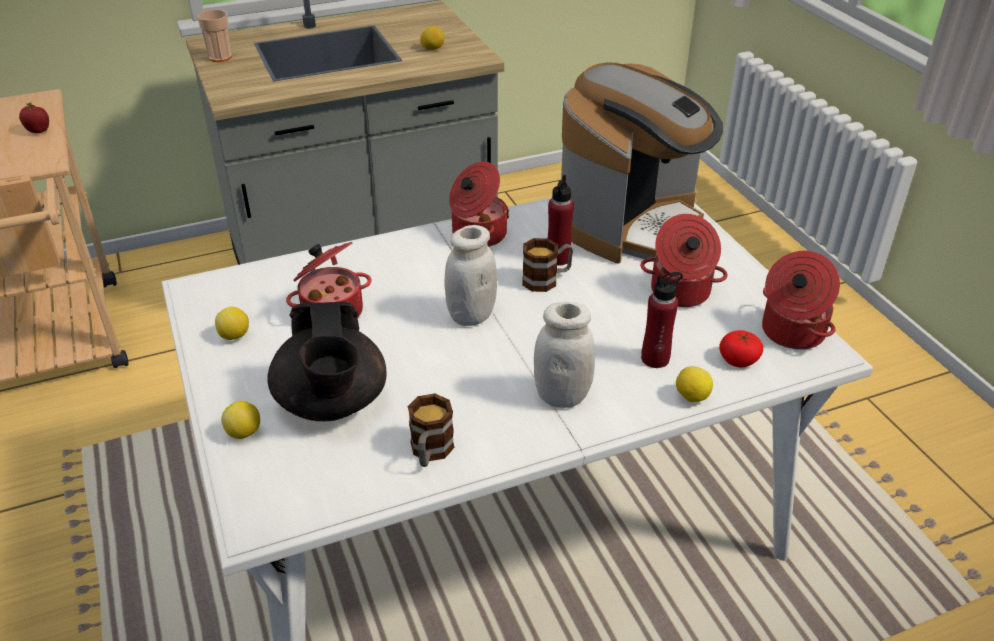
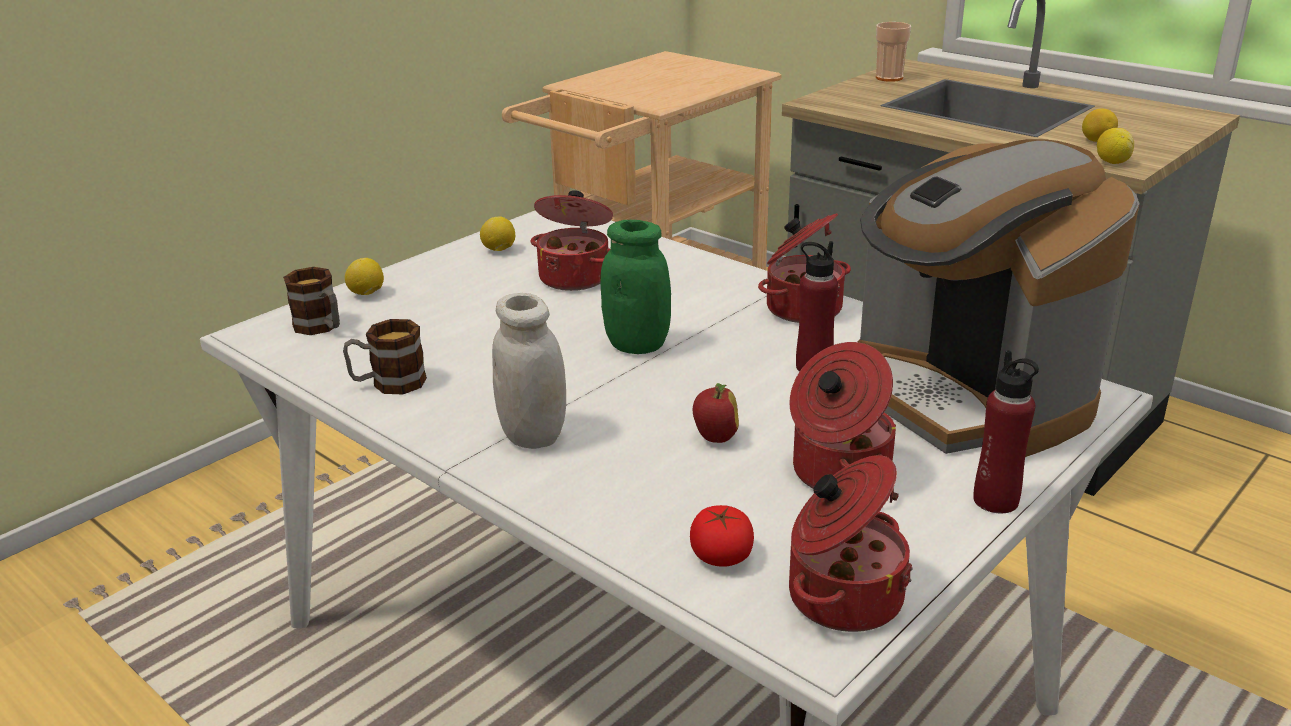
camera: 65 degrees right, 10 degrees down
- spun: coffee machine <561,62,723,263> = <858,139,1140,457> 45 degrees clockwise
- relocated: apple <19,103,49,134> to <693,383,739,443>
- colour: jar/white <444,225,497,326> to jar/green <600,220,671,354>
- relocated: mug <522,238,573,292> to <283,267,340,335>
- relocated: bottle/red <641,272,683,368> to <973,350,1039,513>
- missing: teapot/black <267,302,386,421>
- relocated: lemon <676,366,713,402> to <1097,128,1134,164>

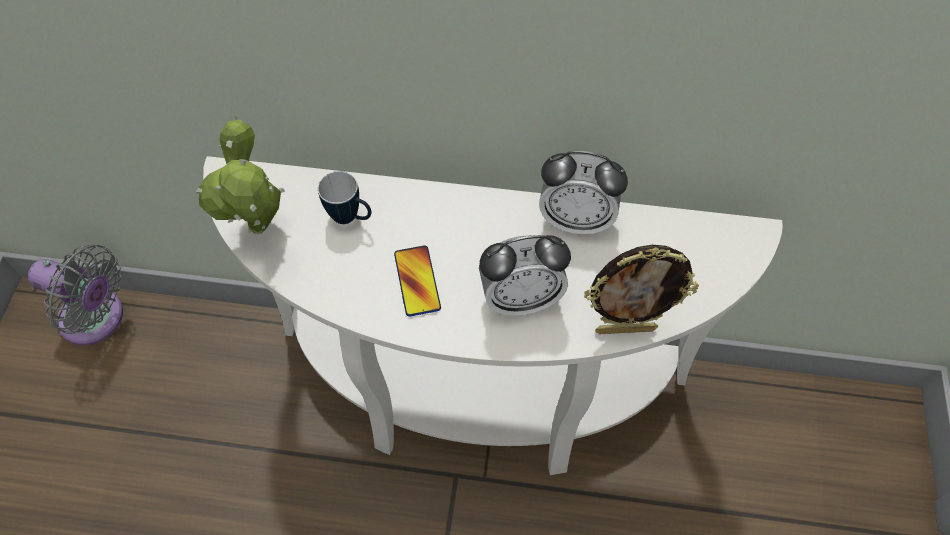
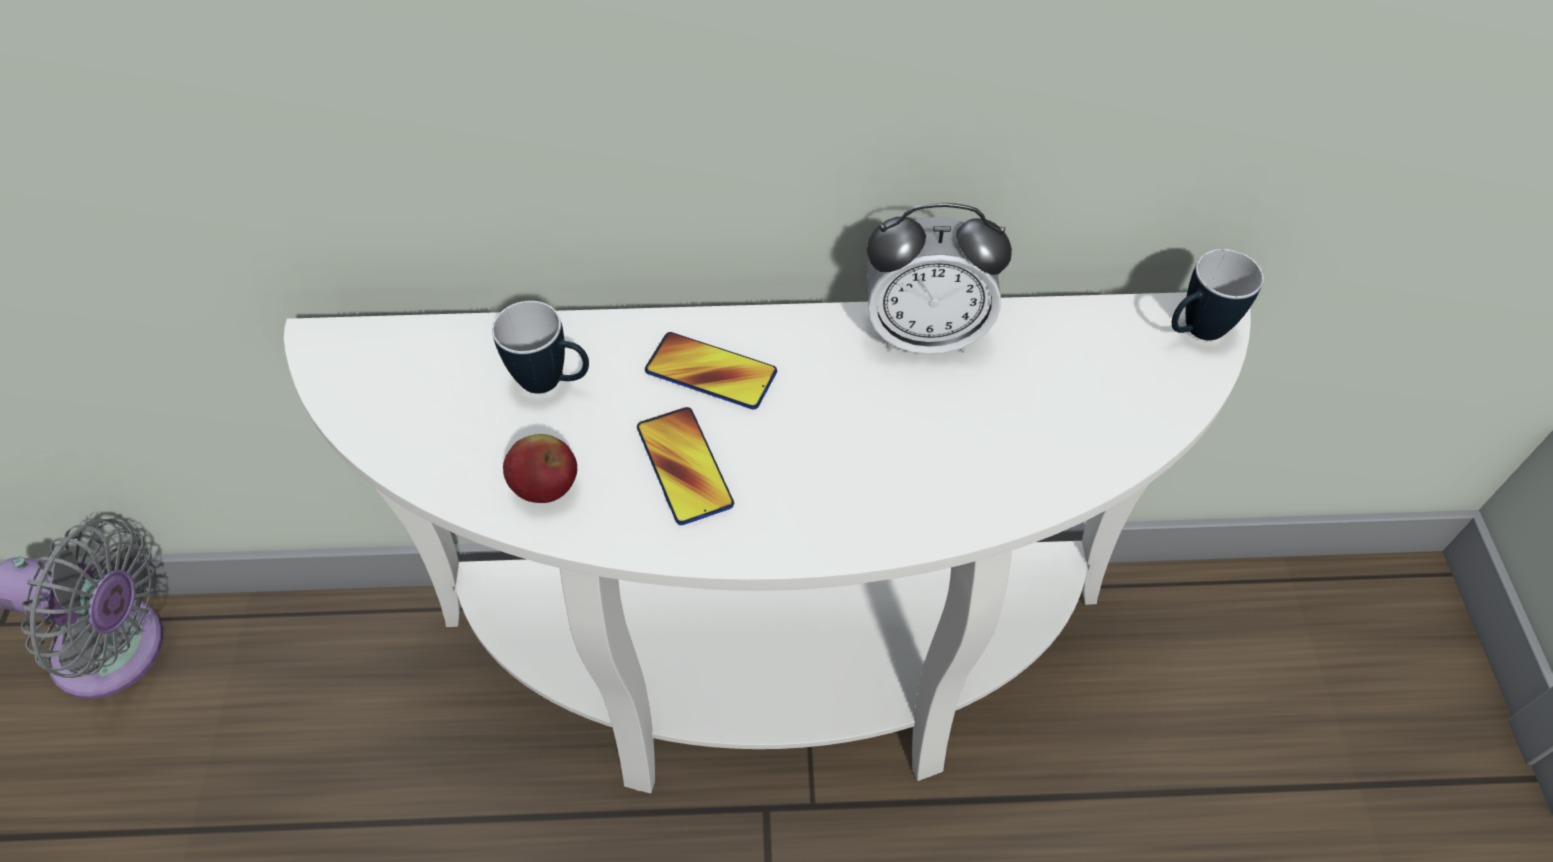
camera: 10 degrees left, 5 degrees down
- missing: potted plant <195,115,285,234>
- missing: alarm clock <479,235,571,316>
- missing: picture frame <584,245,699,334>
- appeared: mug <1172,249,1264,340>
- appeared: phone <645,332,777,409>
- appeared: apple <503,434,577,503>

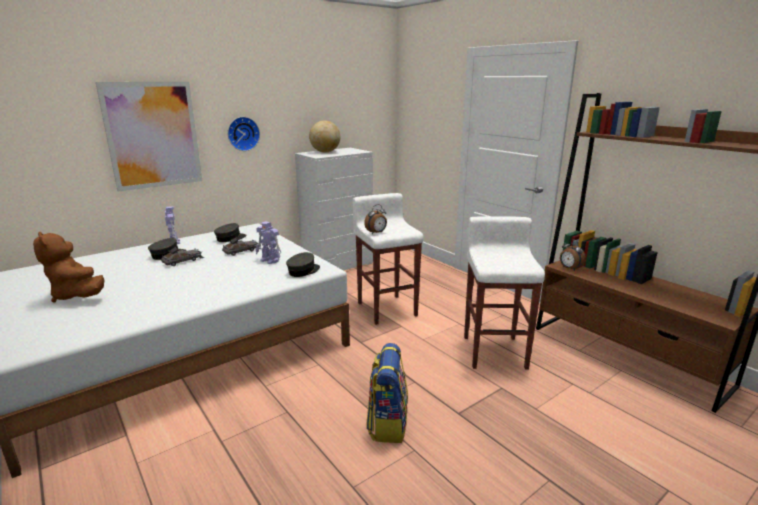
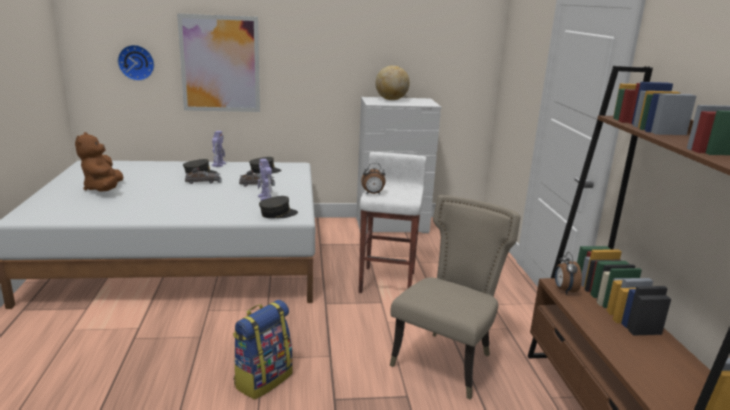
camera: 30 degrees right, 0 degrees up
- relocated: wall clock <228,117,260,151> to <118,45,154,81>
- exchanged: stool/white <464,216,545,370> to chair/beige <390,195,520,400>

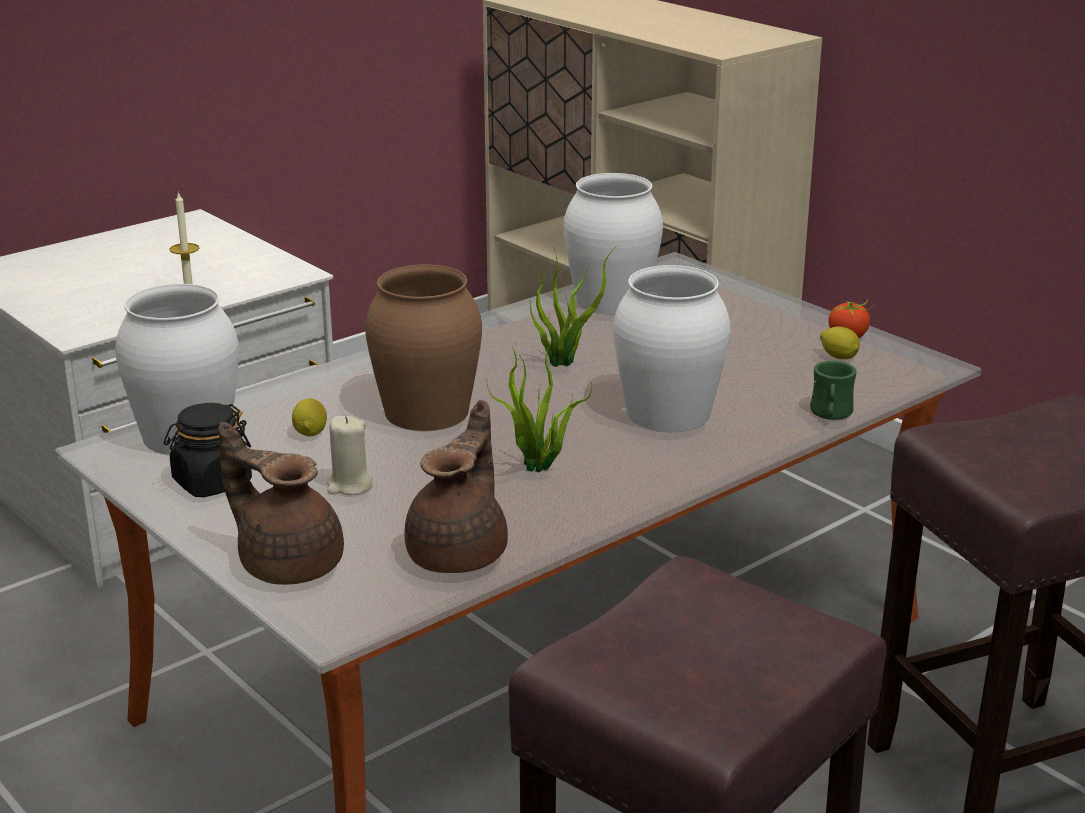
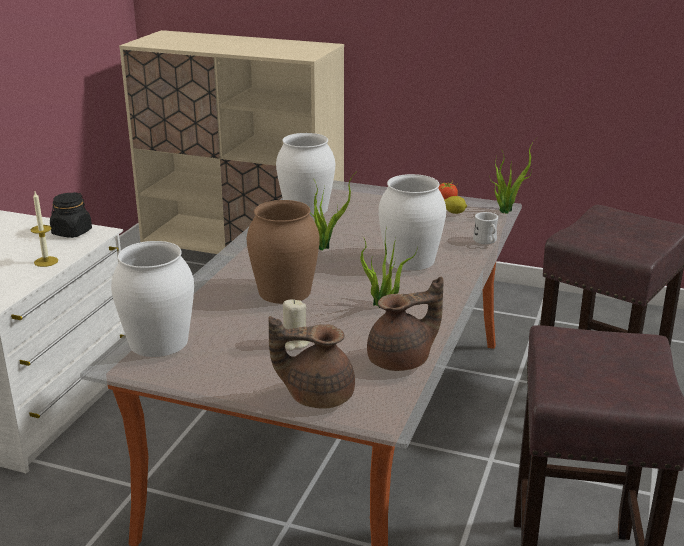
camera: 30 degrees left, 0 degrees up
- colour: mug/green <810,361,857,420> to mug/white <473,212,498,244>
- missing: lemon <292,398,327,437>
- spun: teapot/brown <404,400,508,573> = <367,277,444,371> 75 degrees clockwise
- relocated: jar/black <163,403,252,497> to <50,192,92,238>
- appeared: potted plant <490,138,537,214>

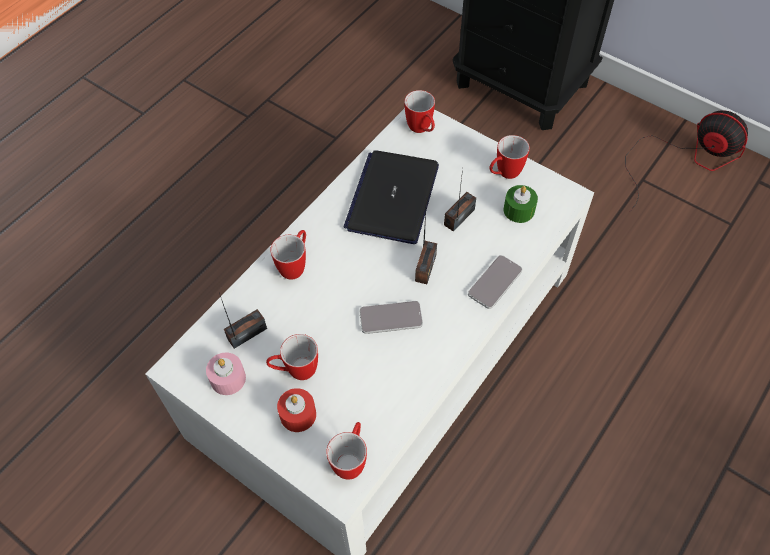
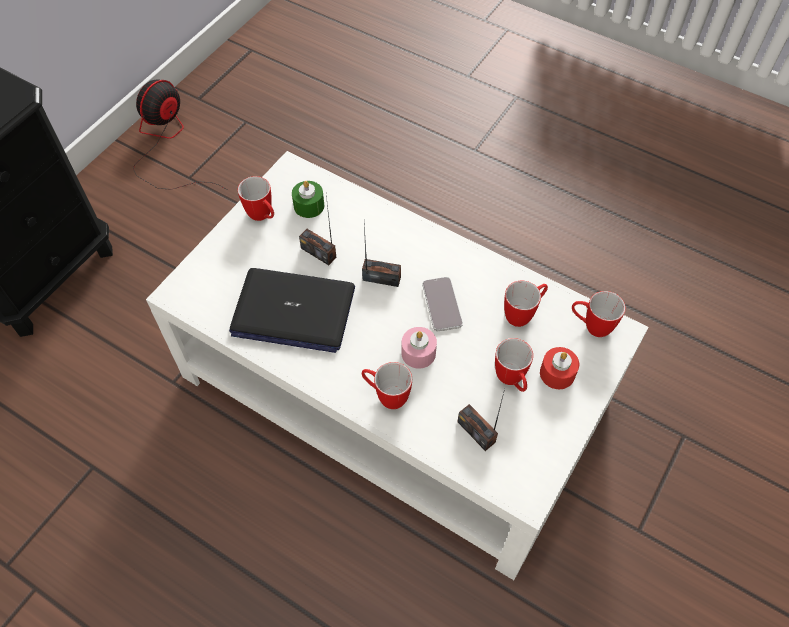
camera: 95 degrees left, 0 degrees up
- relocated: mug <404,90,435,133> to <504,281,548,327>
- missing: phone <468,255,522,309>
- relocated: candle/pink <206,353,246,395> to <401,327,437,369>

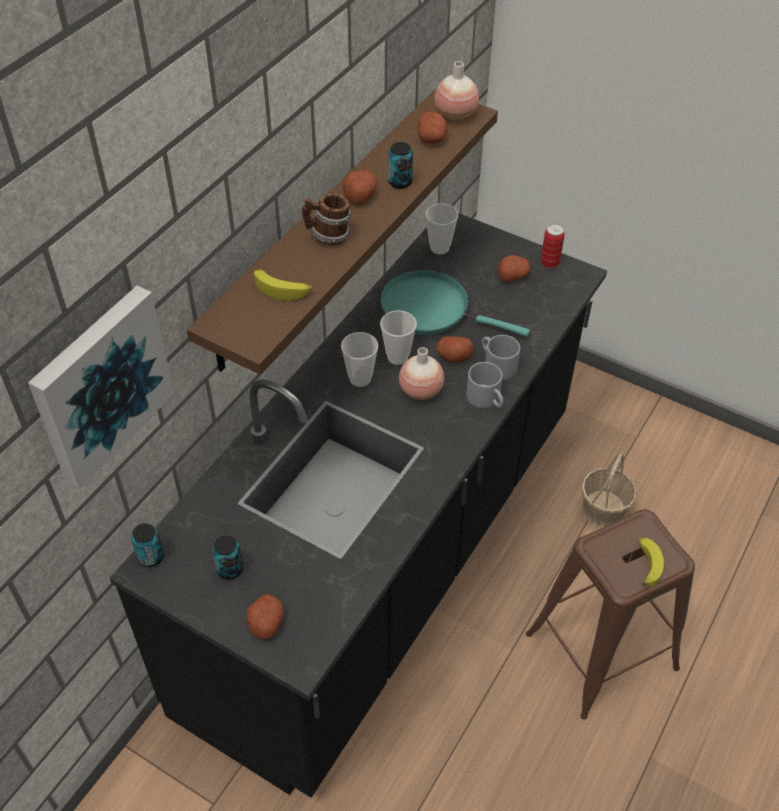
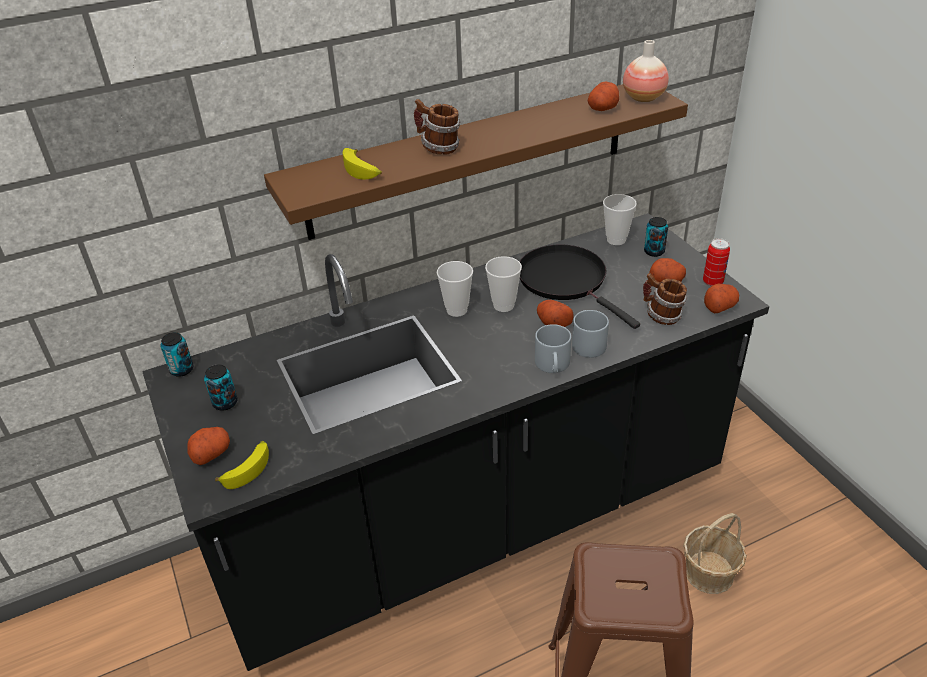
camera: 35 degrees right, 10 degrees down
- relocated: can <388,142,413,189> to <644,217,668,257>
- relocated: potato <343,170,377,205> to <704,283,739,313>
- colour: frying pan/turquoise <380,270,530,337> to frying pan/black <519,244,640,329>
- missing: picture <28,286,174,489>
- missing: vase <399,347,444,400>
- relocated: banana <638,538,664,587> to <215,441,269,489>
- appeared: mug <643,273,687,325>

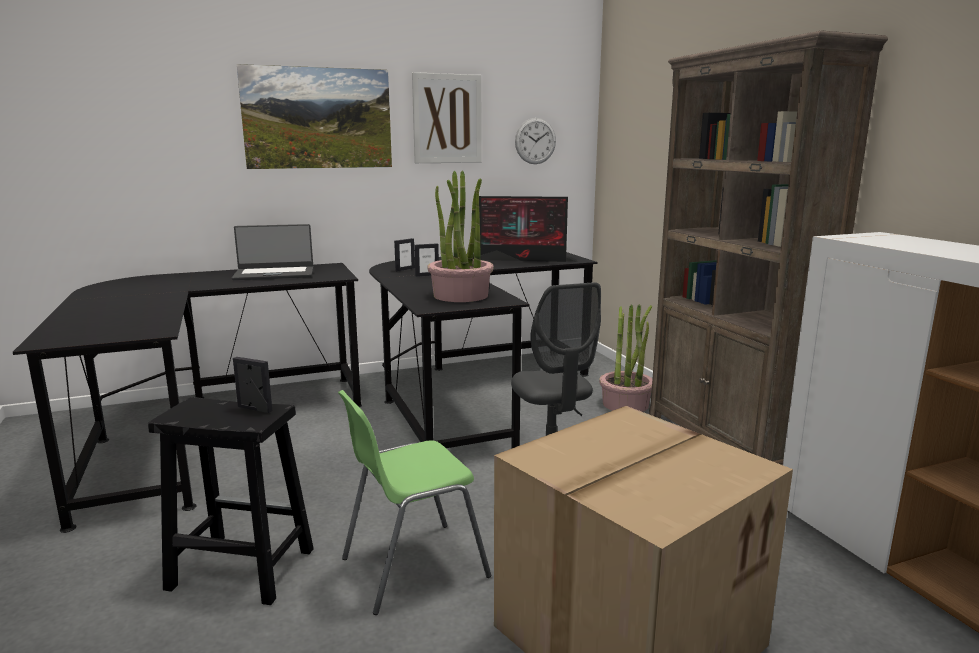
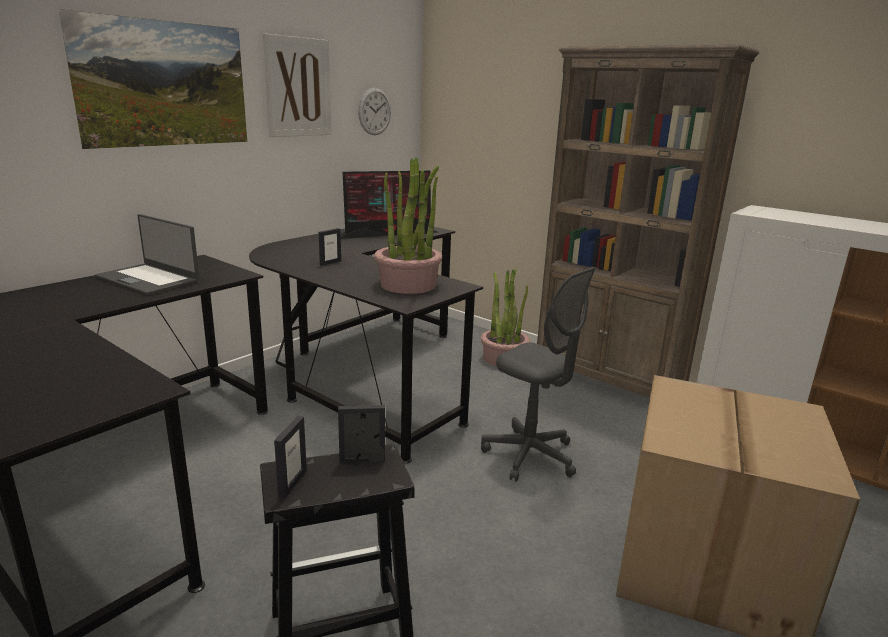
camera: 30 degrees left, 5 degrees up
- spun: laptop <232,224,313,280> = <95,214,199,295> 75 degrees clockwise
- relocated: picture frame <394,238,415,272> to <274,416,307,499>
- missing: chair/green <338,390,491,615>

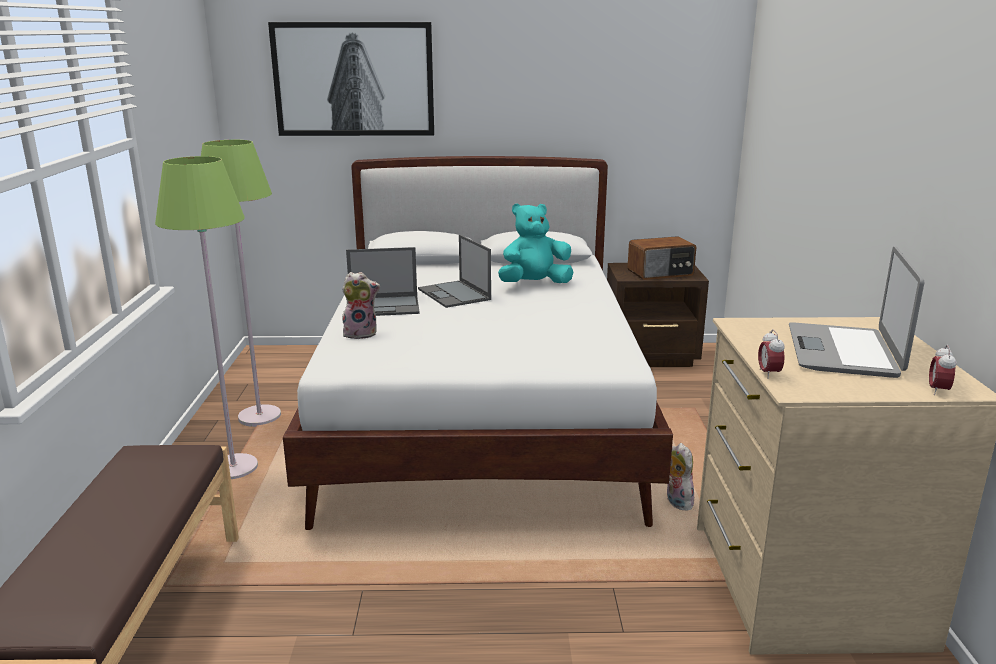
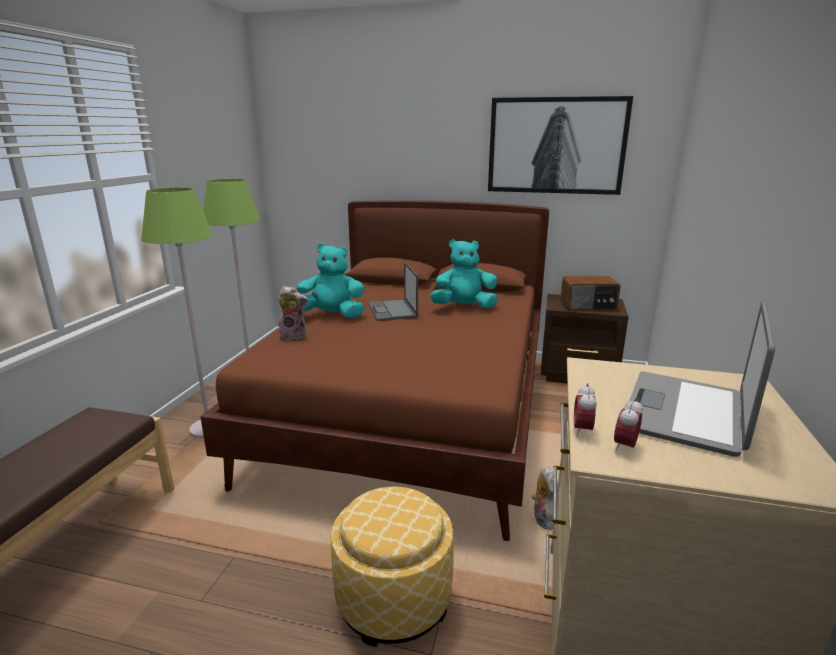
camera: 15 degrees right, 0 degrees up
- relocated: picture <268,22,434,136> to <488,96,633,195>
- colour: bed/white <283,156,673,530> to bed/brown <200,200,549,541>
- exchanged: laptop <346,247,420,316> to plush toy/turquoise <297,244,365,318>
- relocated: alarm clock <929,345,956,395> to <614,398,643,452>
- appeared: ottoman <331,487,454,647>

